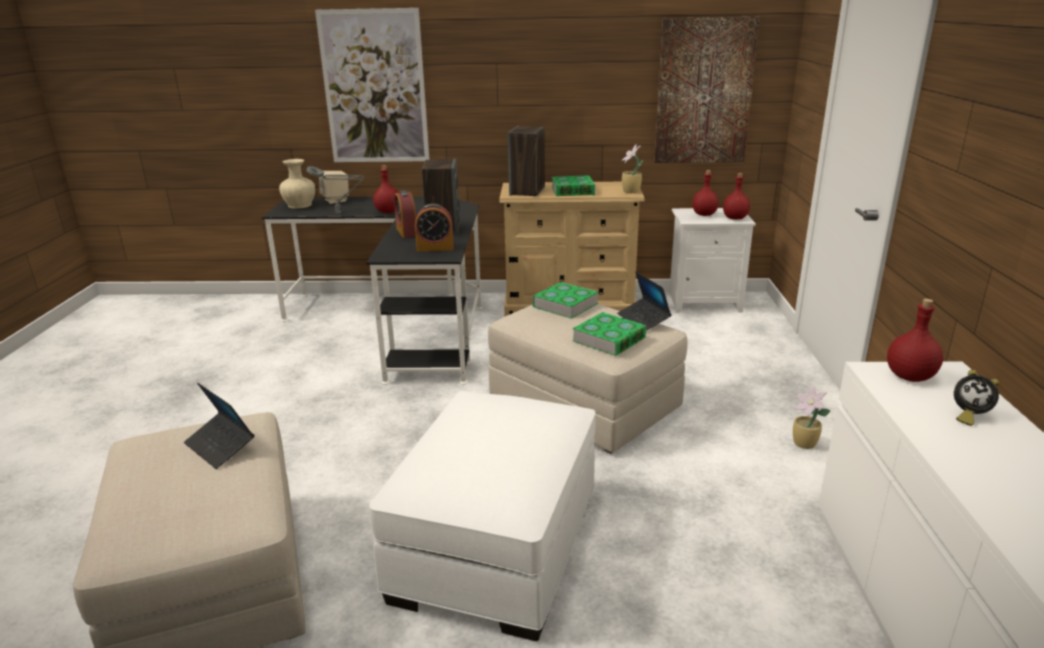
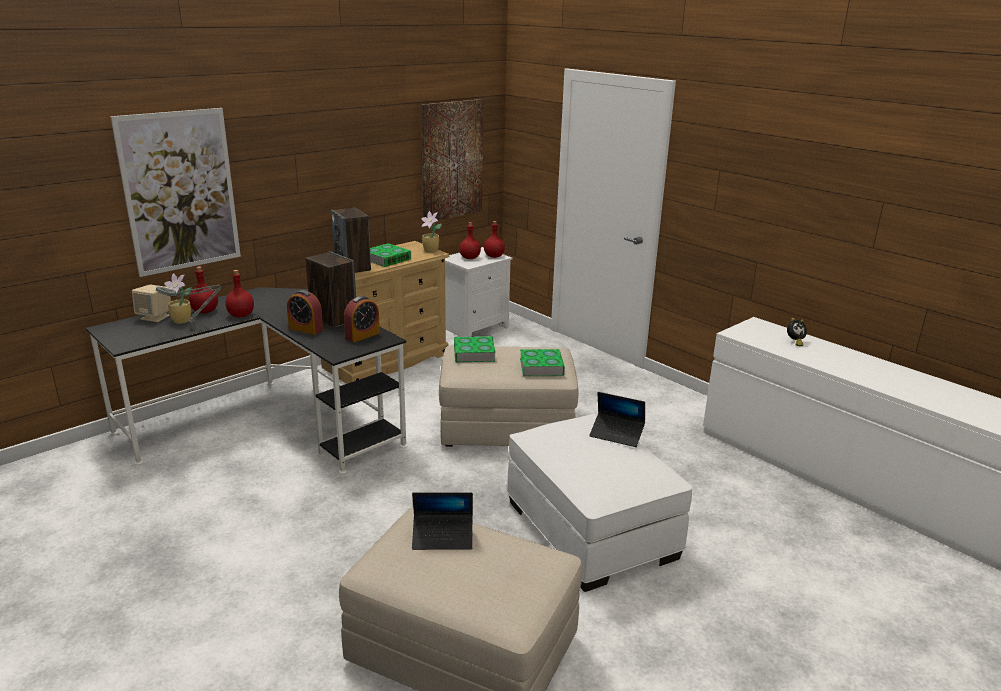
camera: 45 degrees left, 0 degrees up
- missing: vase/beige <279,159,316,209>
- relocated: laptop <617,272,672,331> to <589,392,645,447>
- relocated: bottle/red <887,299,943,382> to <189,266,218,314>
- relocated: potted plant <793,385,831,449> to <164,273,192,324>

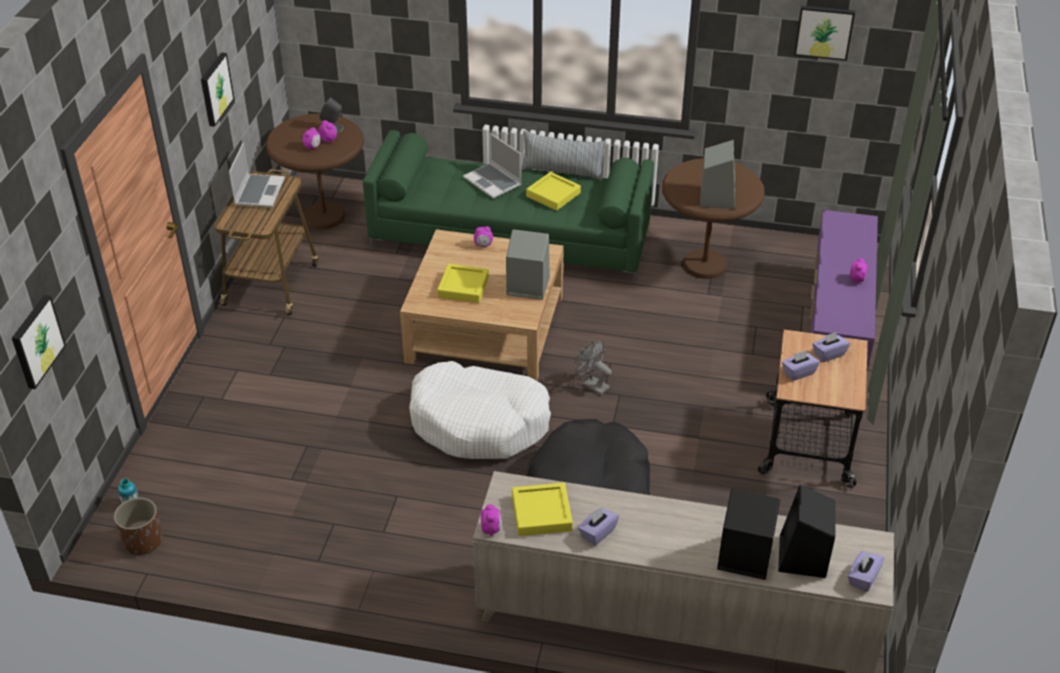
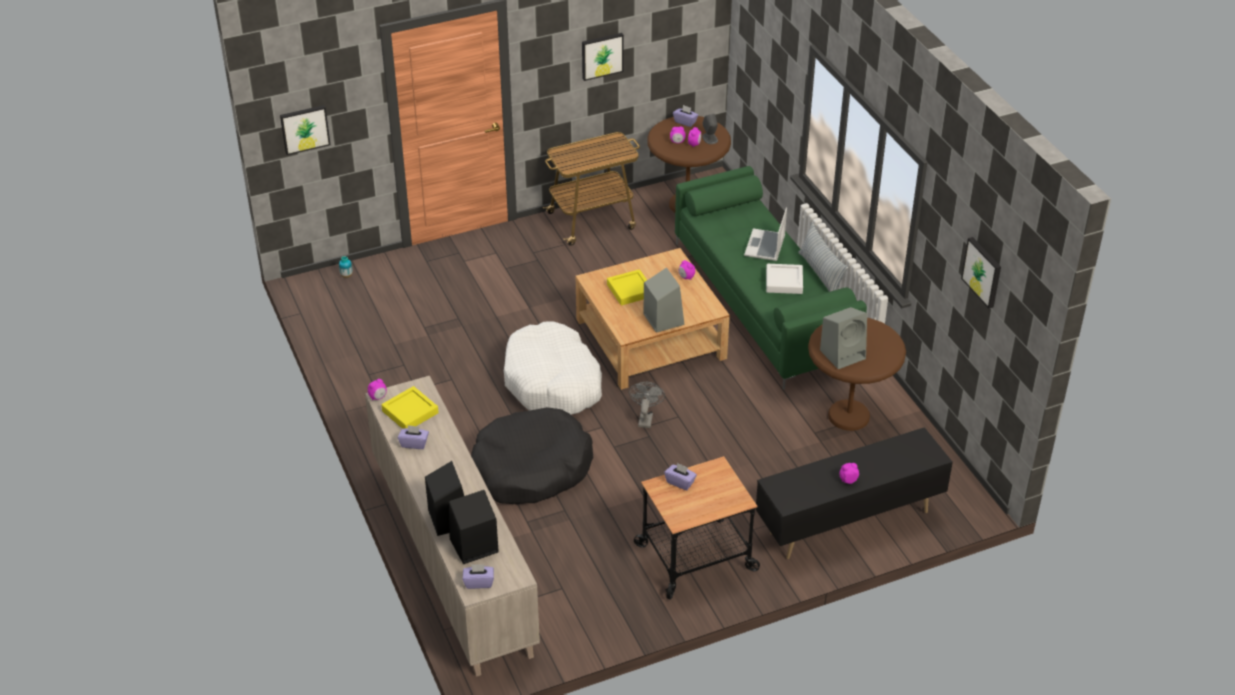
camera: 55 degrees right, 0 degrees up
- missing: laptop <229,143,285,208>
- colour: tray/yellow <526,172,581,211> to tray/white <766,264,803,294>
- colour: tv stand/purple <810,210,878,371> to tv stand/black <756,427,953,559>
- relocated: tissue box/purple <812,332,850,362> to <673,105,698,127>
- missing: planter/brown <114,498,163,555>

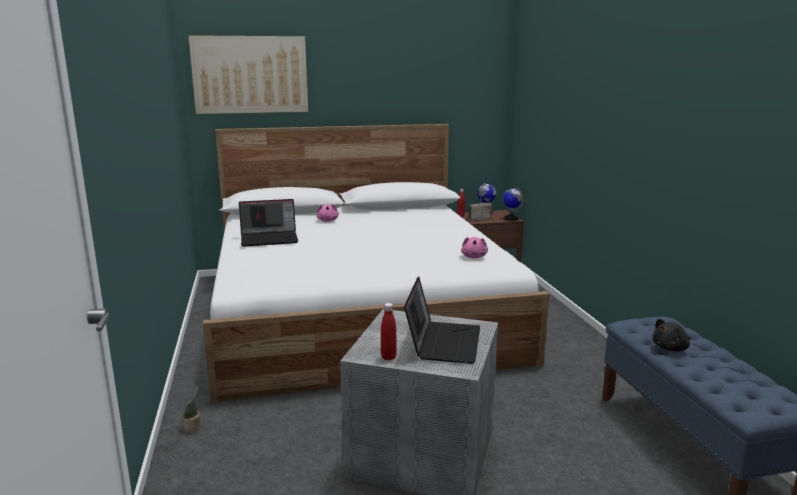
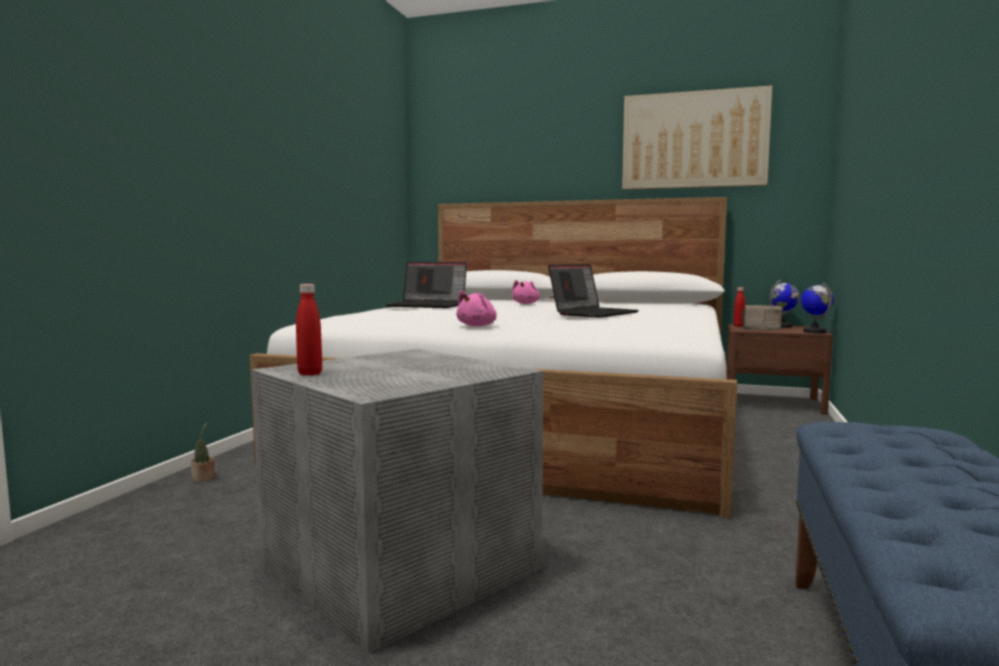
camera: 30 degrees right, 10 degrees down
- relocated: picture <188,35,308,114> to <622,86,772,190>
- relocated: plush toy/pink <461,237,488,258> to <456,291,497,326>
- relocated: laptop <404,276,480,364> to <548,264,639,318>
- missing: plush toy/black <652,319,690,351>

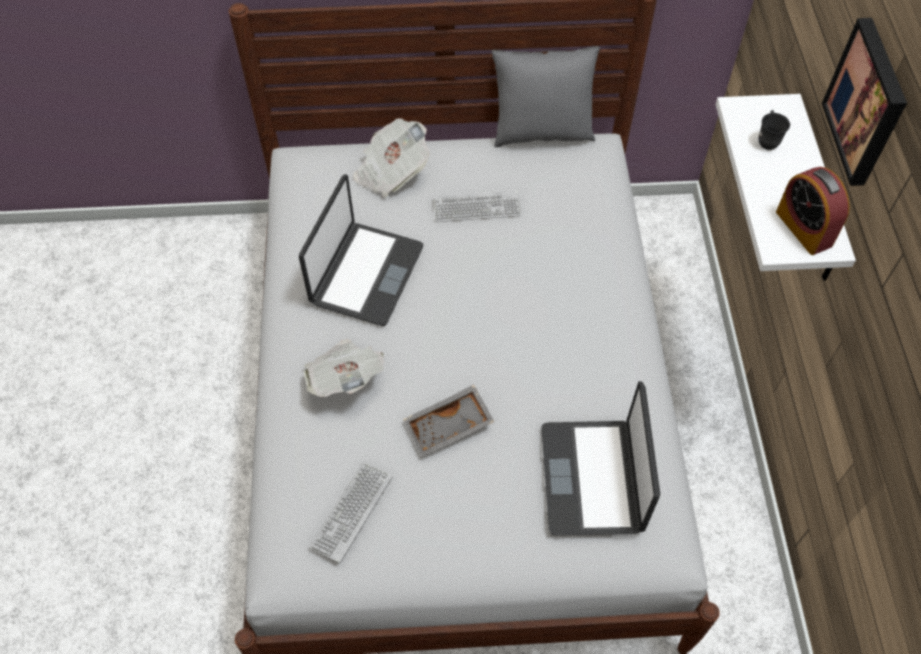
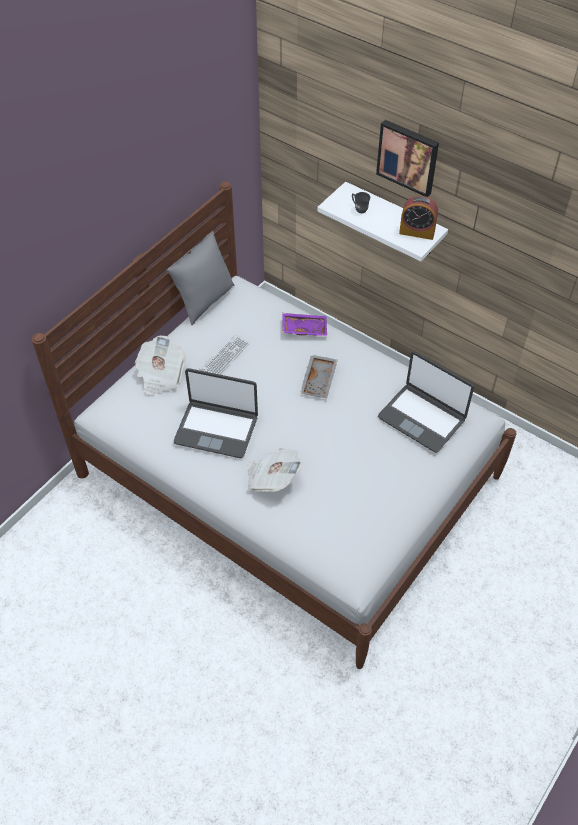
camera: 50 degrees left, 5 degrees down
- spun: laptop <299,174,423,326> = <174,368,258,458> 135 degrees clockwise
- relocated: tray/grey <403,385,494,457> to <300,355,338,398>
- missing: keyboard <309,463,392,563>
- appeared: tray/purple <282,313,327,336>

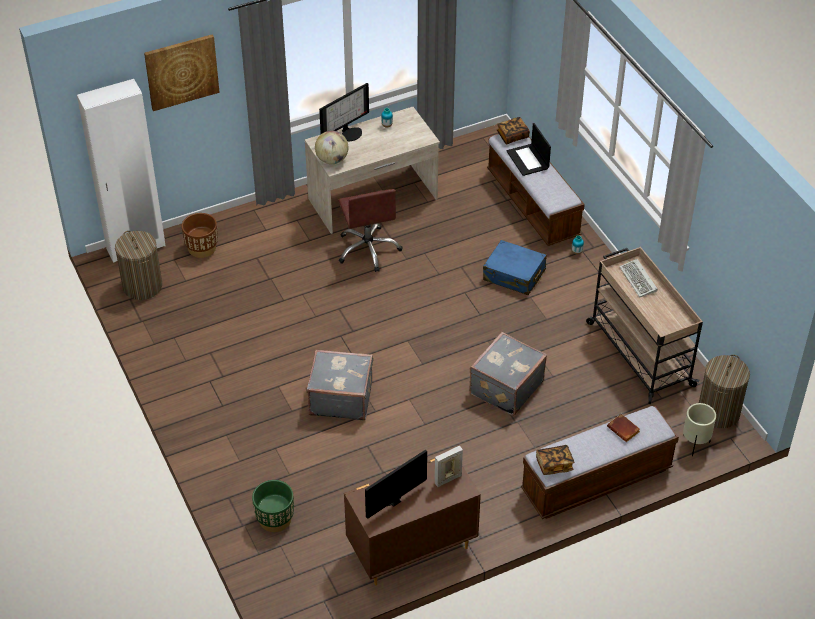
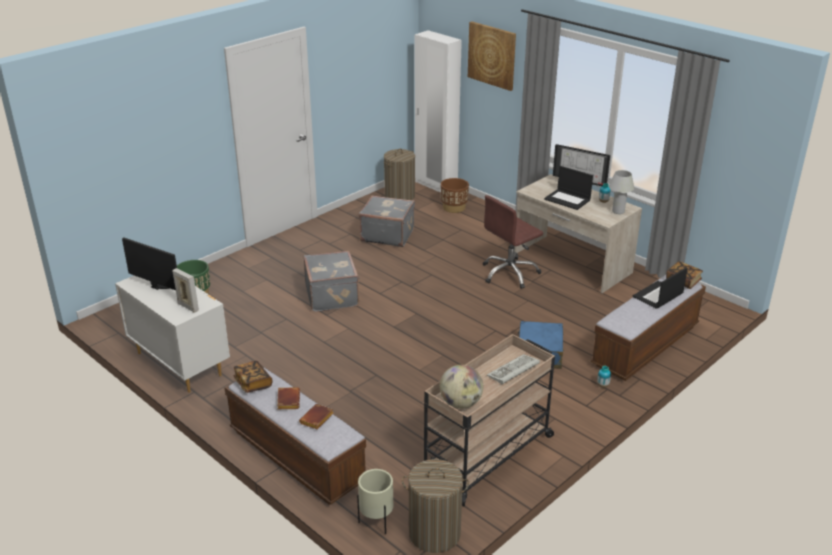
camera: 70 degrees right, 15 degrees down
- relocated: globe <315,131,348,164> to <440,365,483,409>
- relocated: suitcase/grey <469,332,547,416> to <359,195,415,247>
- colour: dresser/brown <344,458,481,585> to dresser/white <115,276,230,393>
- appeared: laptop <544,166,593,210>
- appeared: table lamp/white <609,170,634,214>
- appeared: book/brown <277,387,300,409>

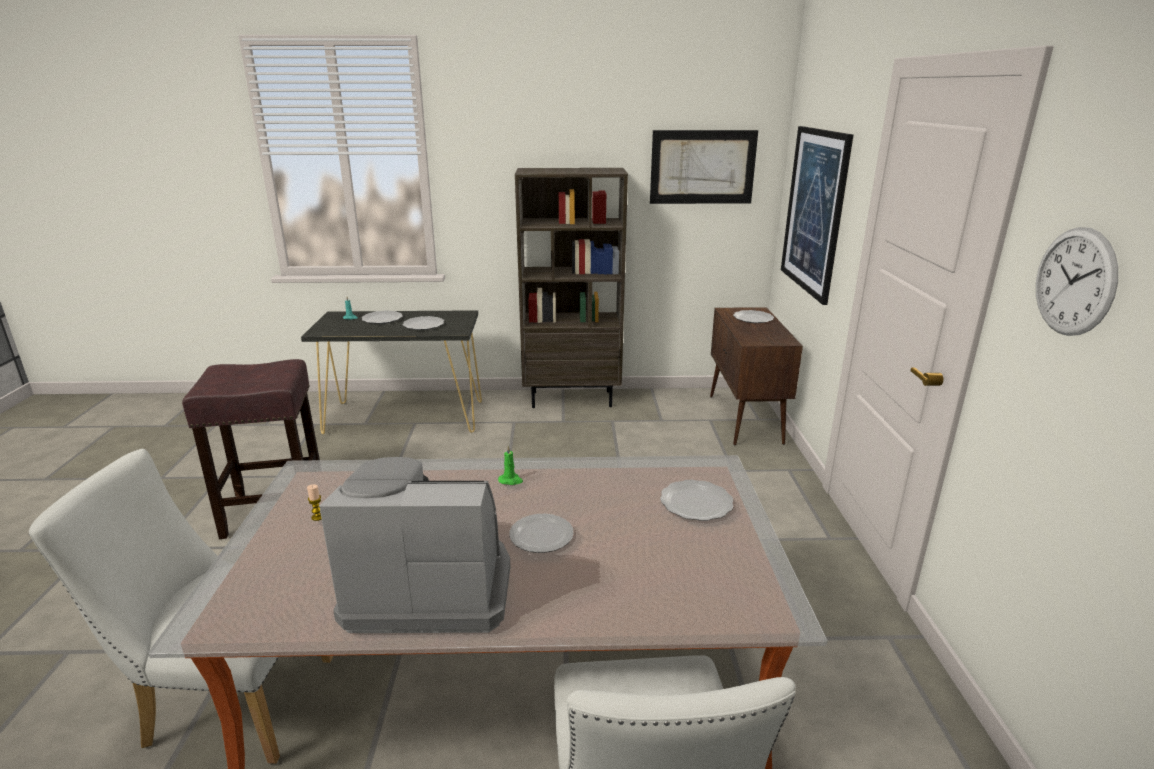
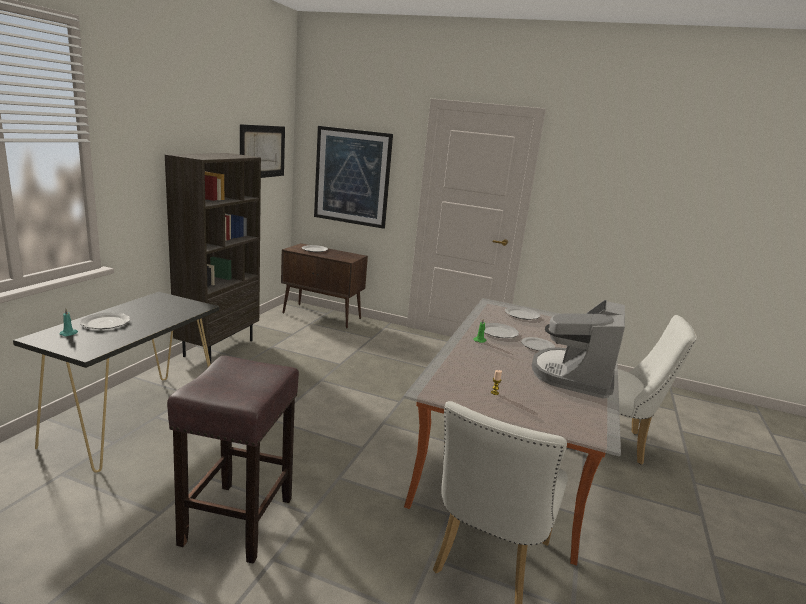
camera: 70 degrees left, 5 degrees down
- missing: wall clock <1036,227,1118,336>
- relocated: plate <403,316,444,330> to <484,323,519,338>

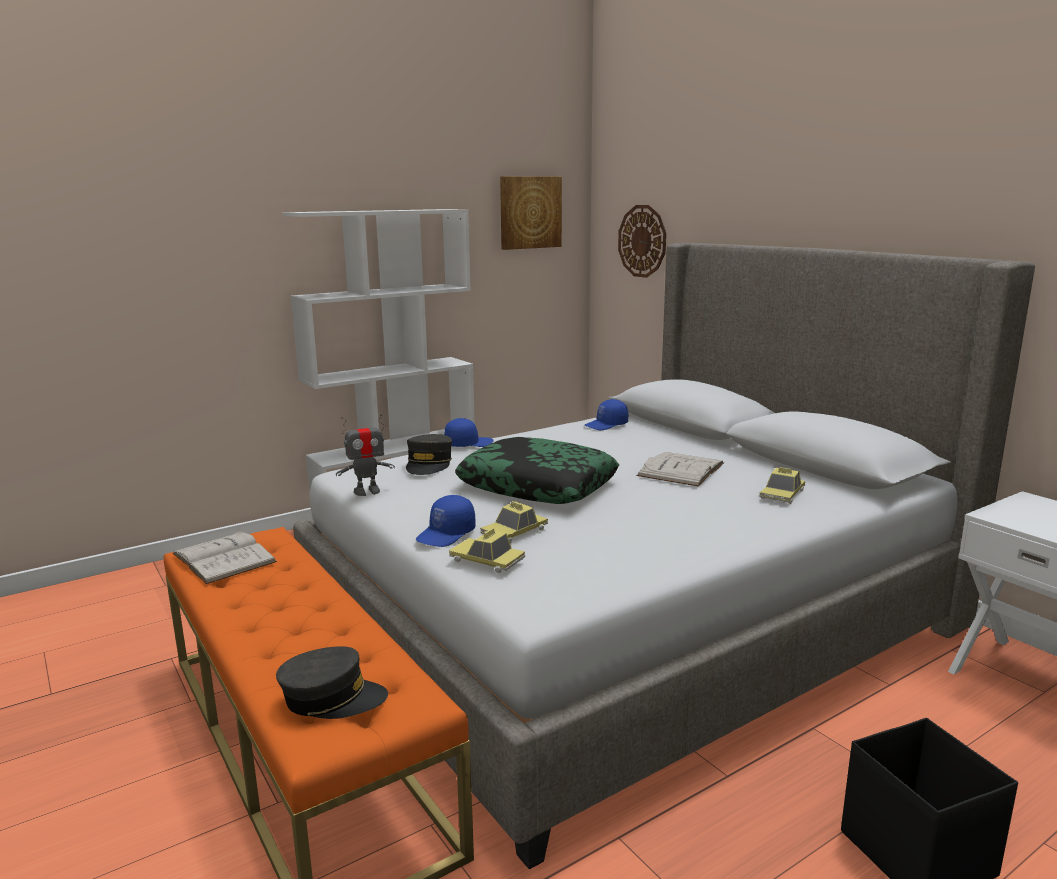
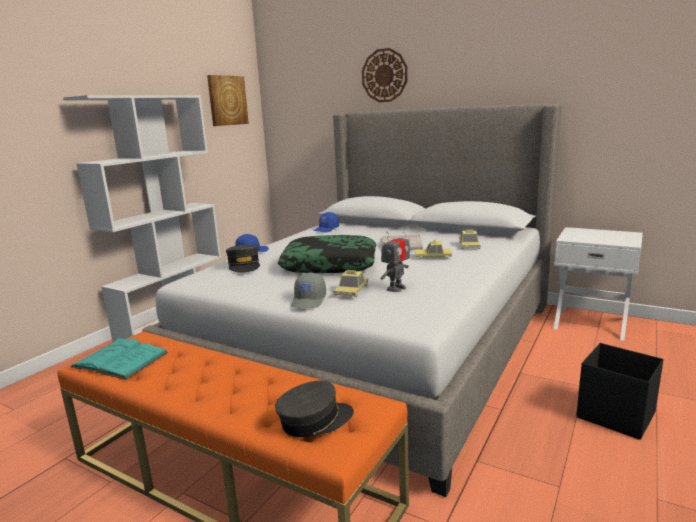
camera: 25 degrees left, 0 degrees up
- relocated: wall clock <618,205,666,278> to <362,48,408,102>
- relocated: toy robot <336,414,395,496> to <381,227,410,292>
- colour: cap/blue <416,495,476,547> to cap/grey <292,273,326,308>
- relocated: toy car <449,528,525,573> to <415,239,452,260>
- colour: book/white <173,530,277,584> to book/turquoise <70,337,168,380>

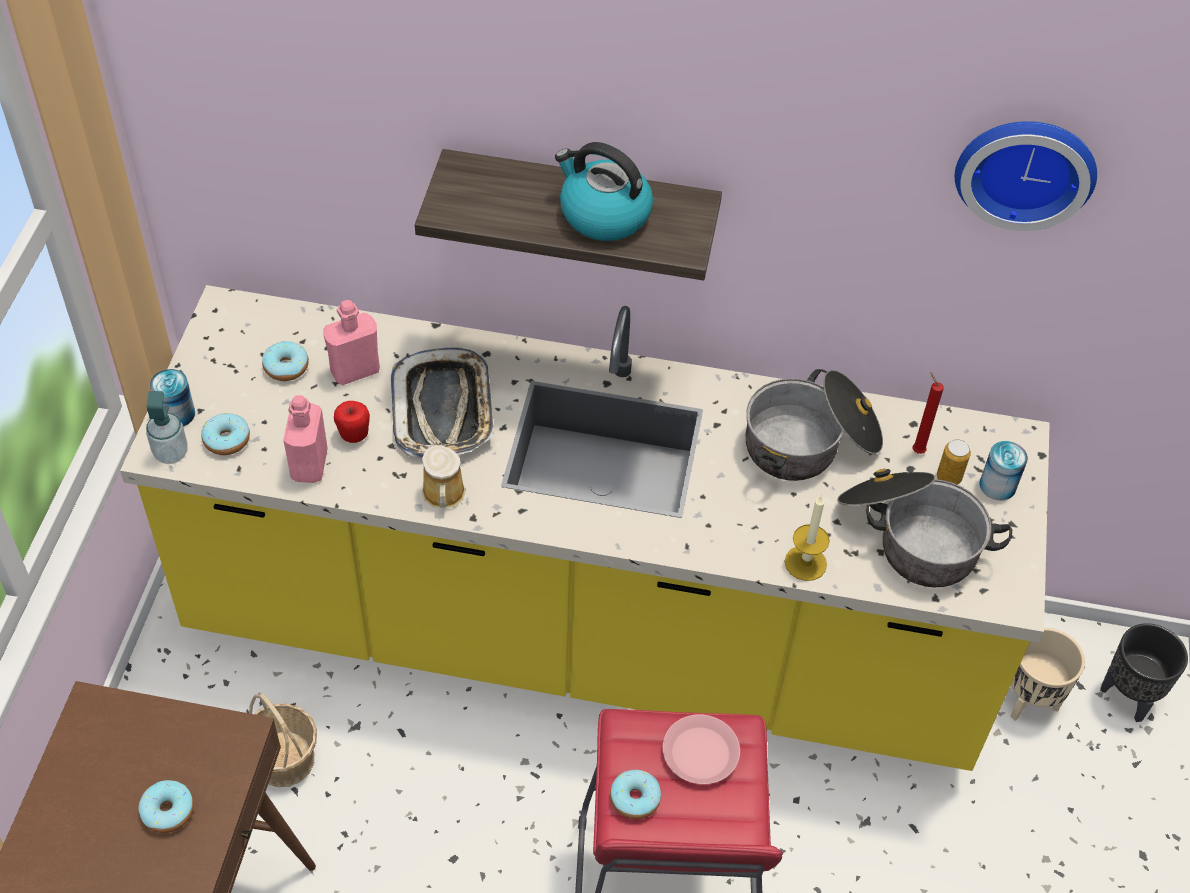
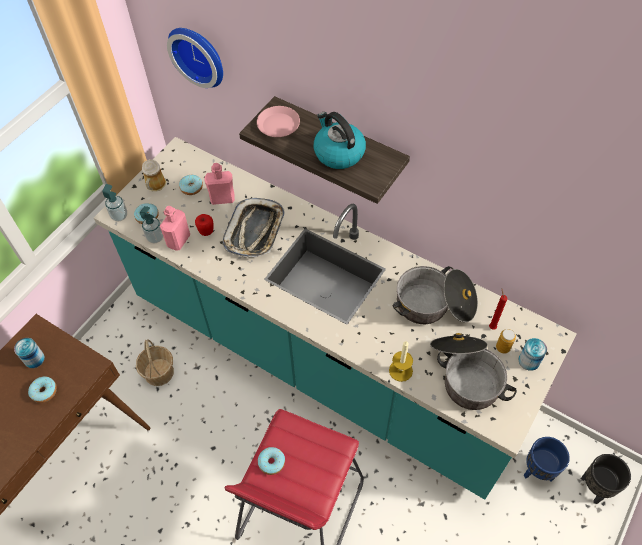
camera: 25 degrees right, 5 degrees up
- relocated: wall clock <955,121,1097,231> to <167,28,223,88>
- colour: counter/yellow <120,285,1050,771> to counter/turquoise <94,137,577,500>
- relocated: can <150,369,195,427> to <14,338,45,368>
- relocated: mug <422,445,466,510> to <142,159,166,192>
- colour: planter/beige <1010,628,1085,721> to planter/blue <524,437,570,482>
- relocated: plate/pink <663,714,740,784> to <257,106,300,137>
- appeared: soap dispenser <140,206,163,243>

